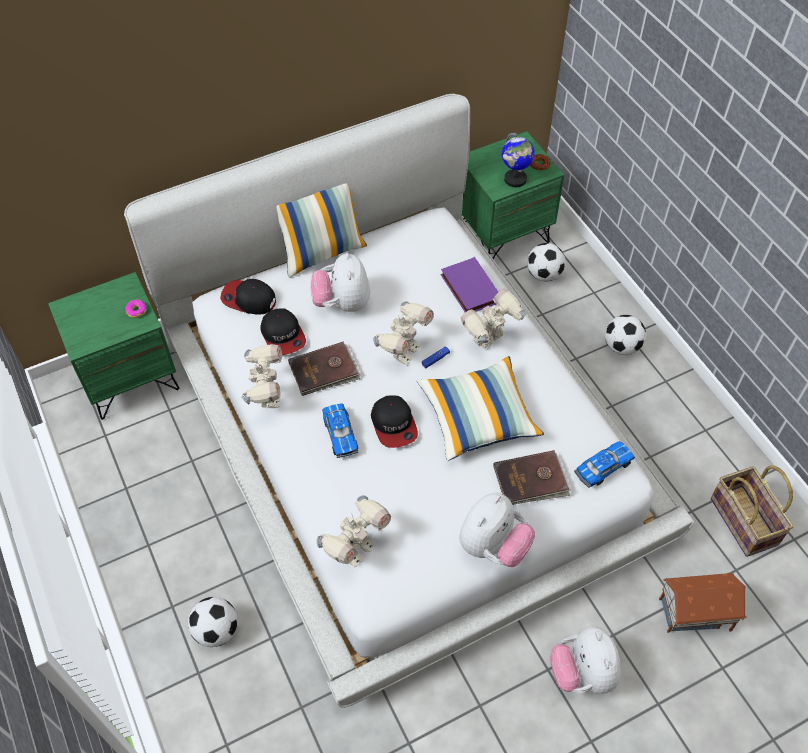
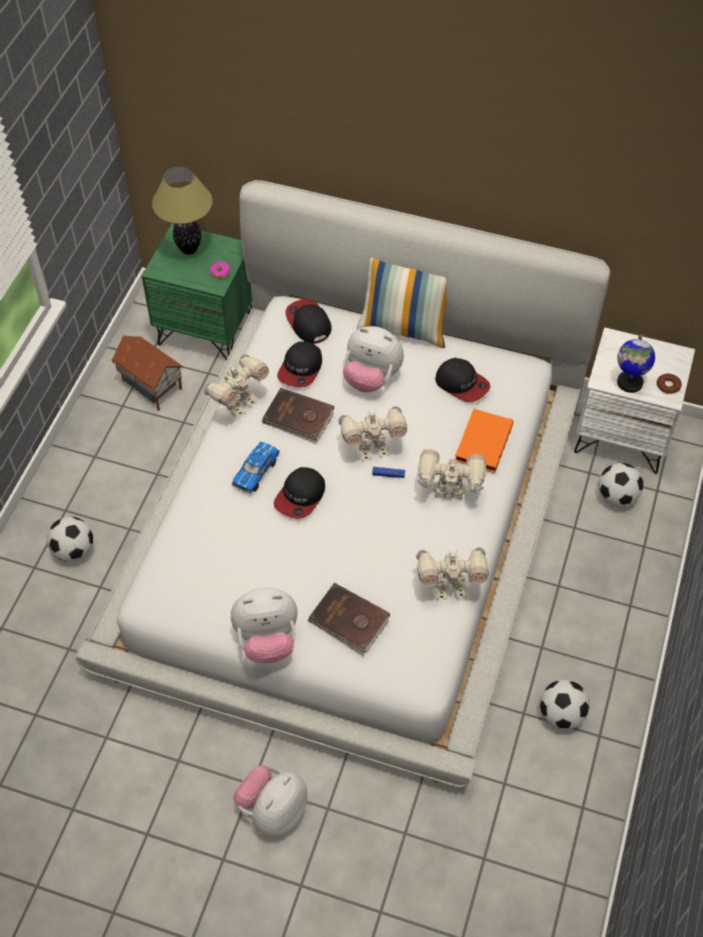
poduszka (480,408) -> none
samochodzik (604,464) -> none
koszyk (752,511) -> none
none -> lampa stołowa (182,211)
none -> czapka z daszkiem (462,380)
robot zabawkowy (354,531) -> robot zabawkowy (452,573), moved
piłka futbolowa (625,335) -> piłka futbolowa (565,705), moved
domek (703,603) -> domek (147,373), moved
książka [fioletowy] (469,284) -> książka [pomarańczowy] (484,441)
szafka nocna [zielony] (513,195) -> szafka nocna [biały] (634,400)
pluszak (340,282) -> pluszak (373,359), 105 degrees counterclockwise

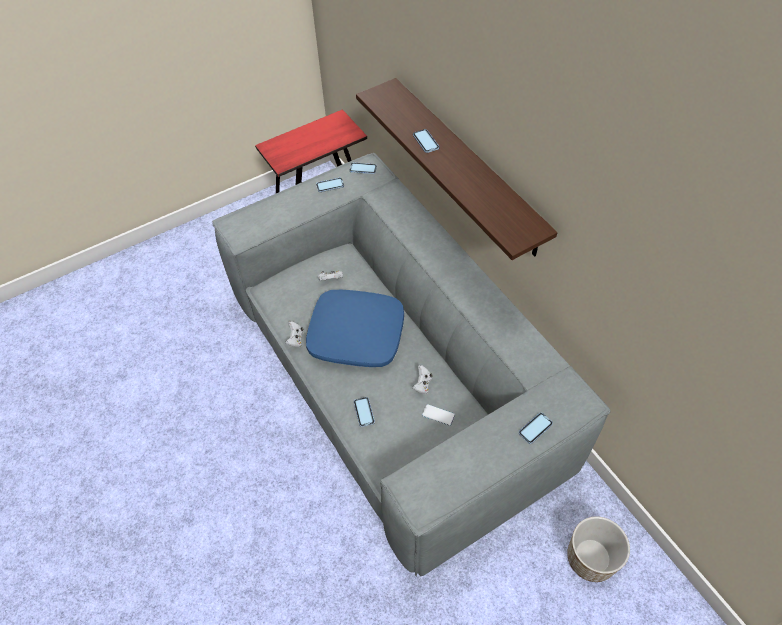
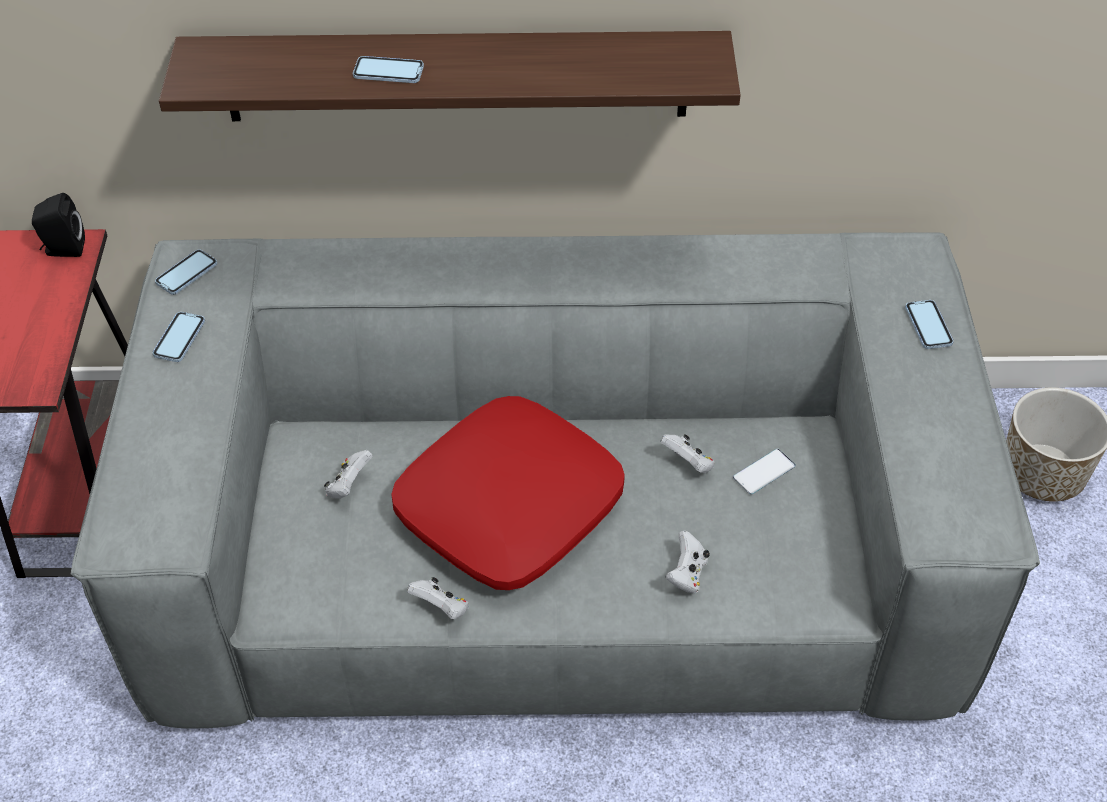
none -> głośnik [czarny] (58,225)
telefon (364,412) -> pad do gier [biały] (687,562)
poduszka [niebieski] (355,328) -> poduszka [czerwony] (508,493)

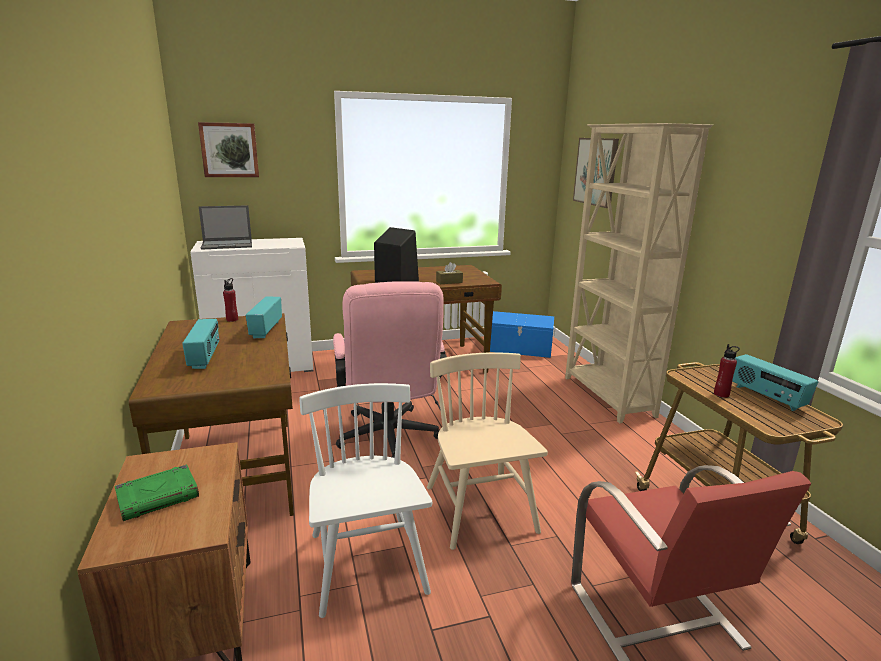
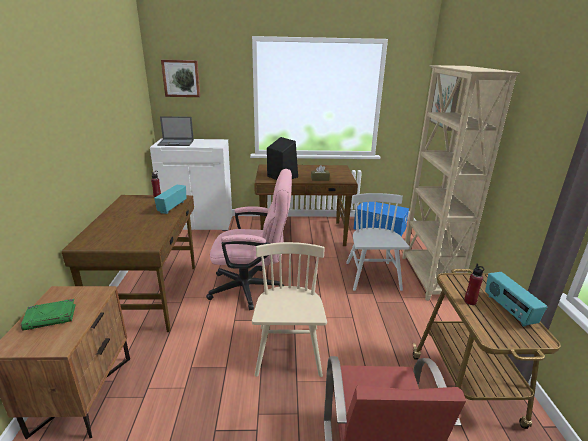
radio (200,344) -> none
krzesło [biały] (365,500) -> krzesło [biały] (378,242), moved
krzesło biurowe [różowy] (390,369) -> krzesło biurowe [różowy] (249,239), 90 degrees counterclockwise

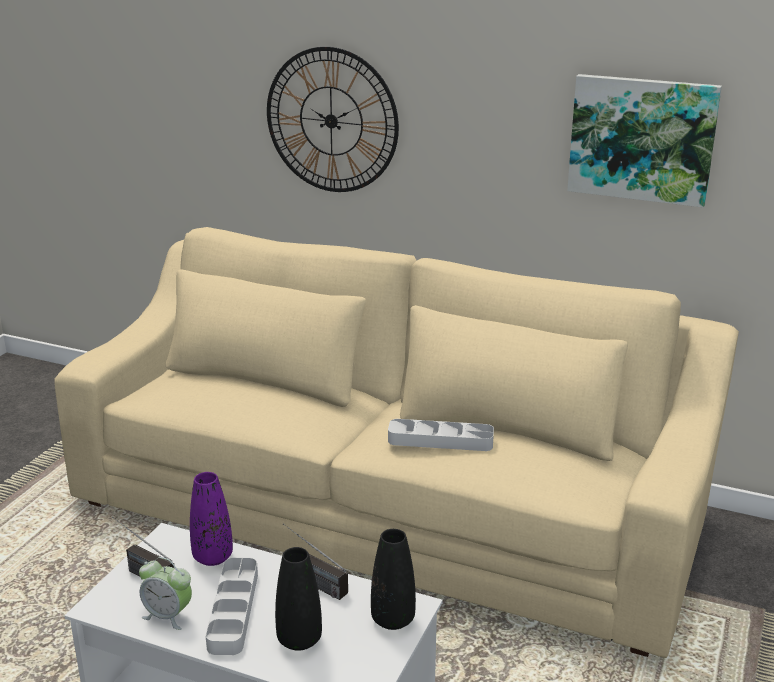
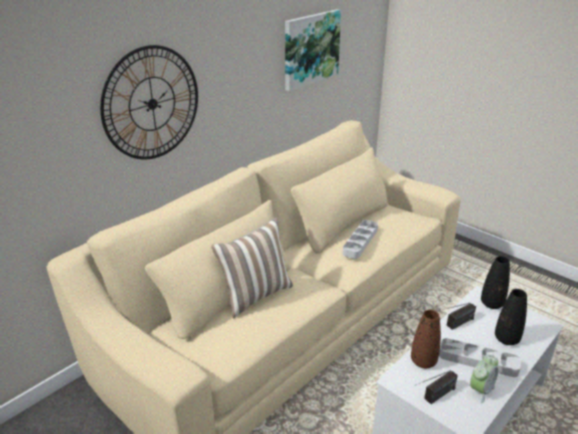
none -> poduszka (252,268)
wazon [fioletowy] (211,519) -> wazon [brązowy] (426,339)

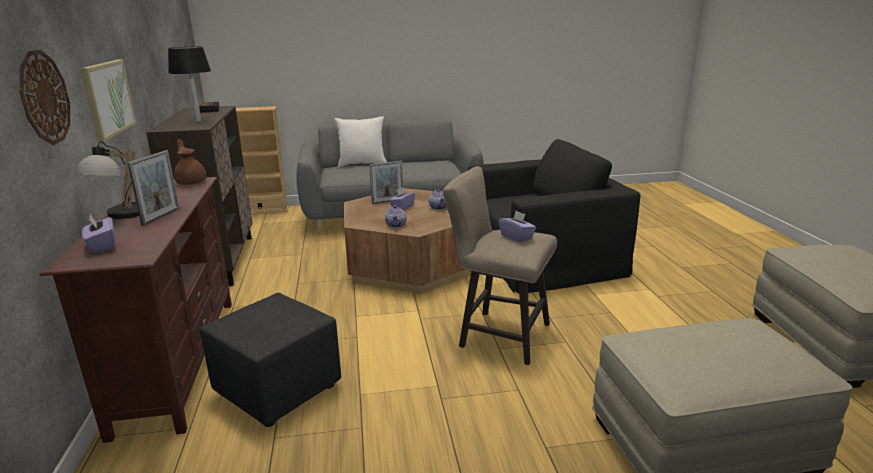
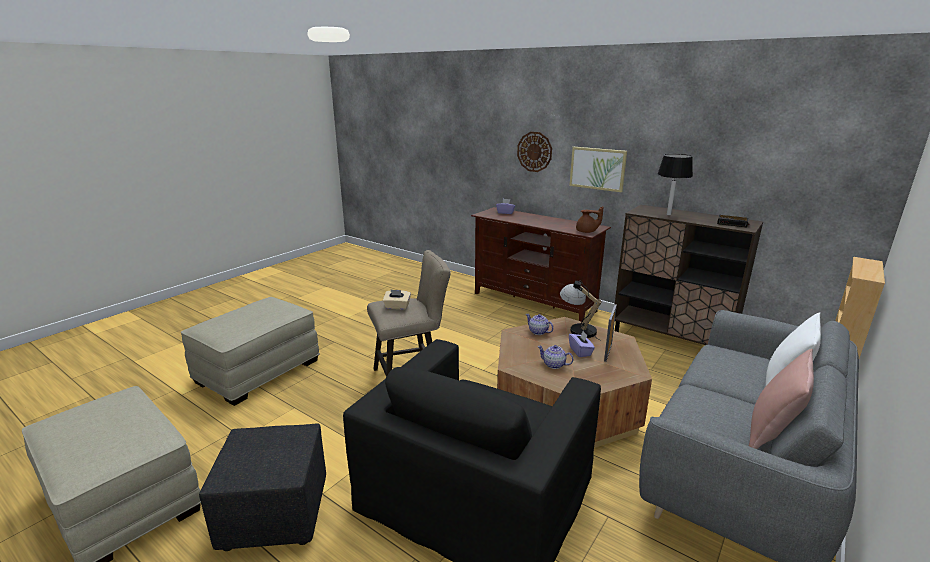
ramka na zdjęcie (153,188) -> none
none -> poduszka [różowy] (781,399)
lampa stołowa (106,180) -> lampa stołowa (581,310), moved
pufa [czarny] (270,360) -> pufa [czarny] (262,487), moved
pudełko chusteczek [fioletowy] (517,226) -> pudełko chusteczek [beżowy] (397,299)

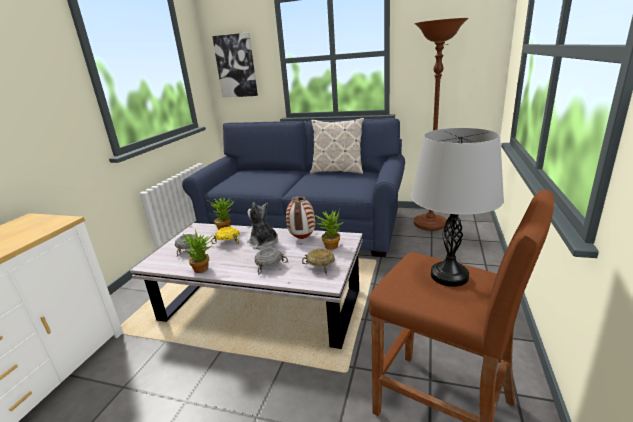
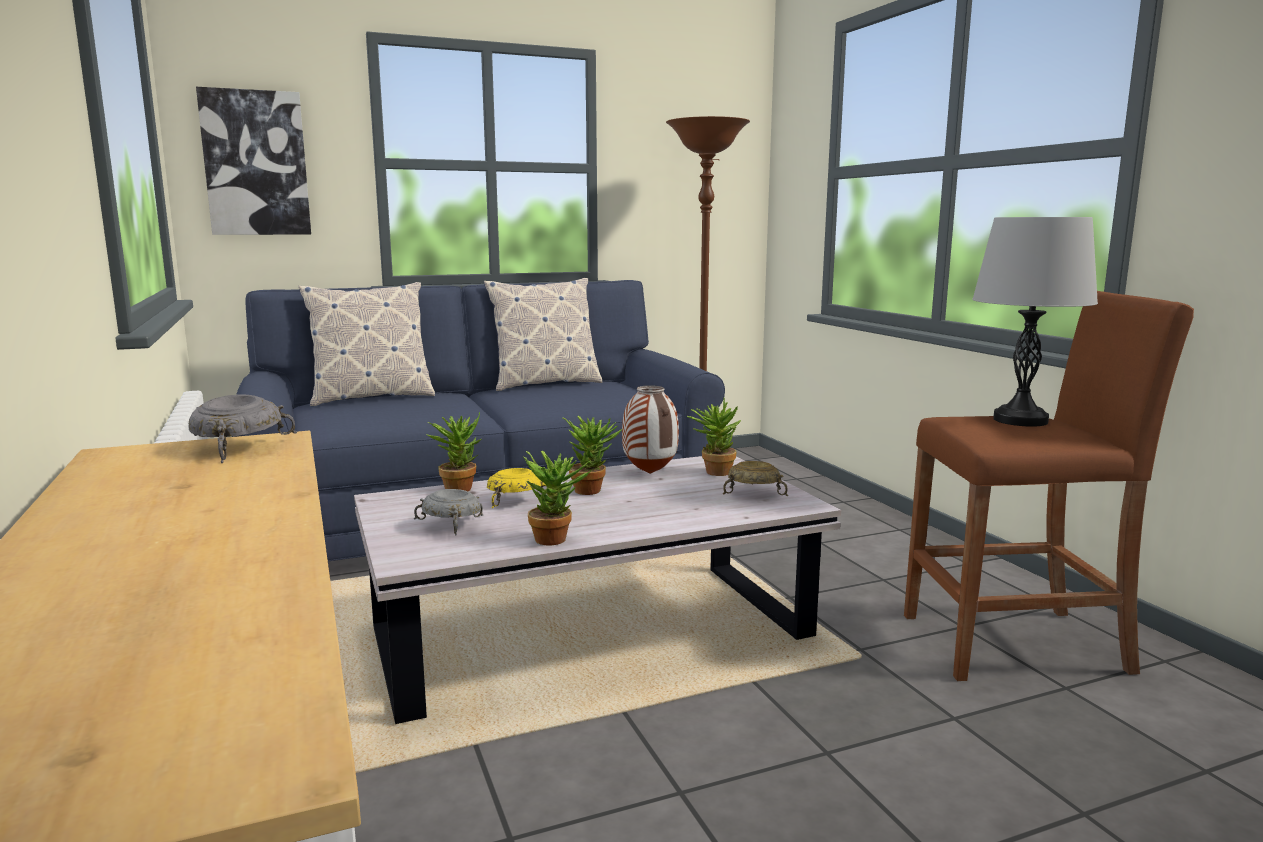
none -> poduszka (366,344)
miska [szary] (271,261) -> miska [szary] (243,429), moved
pluszak (262,225) -> roślina doniczkowa (592,455)

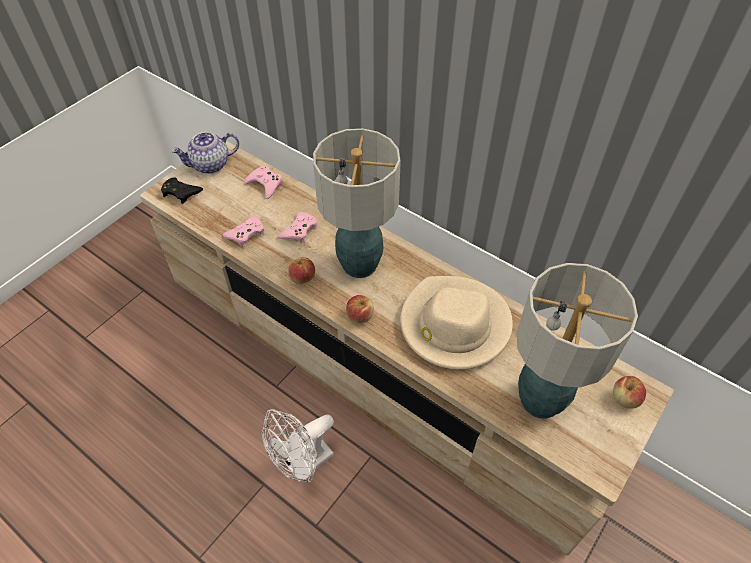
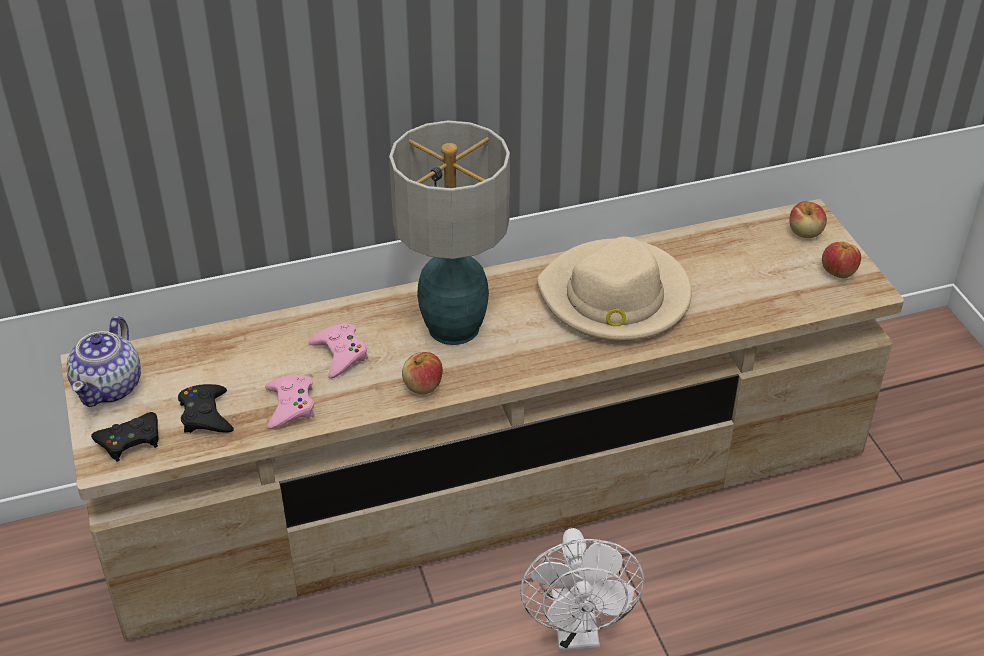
pad do gier [różowy] (263,182) -> none
lampa stołowa (577,341) -> none
none -> pad do gier [czarny] (206,408)
jabłko (360,309) -> jabłko (841,260), moved

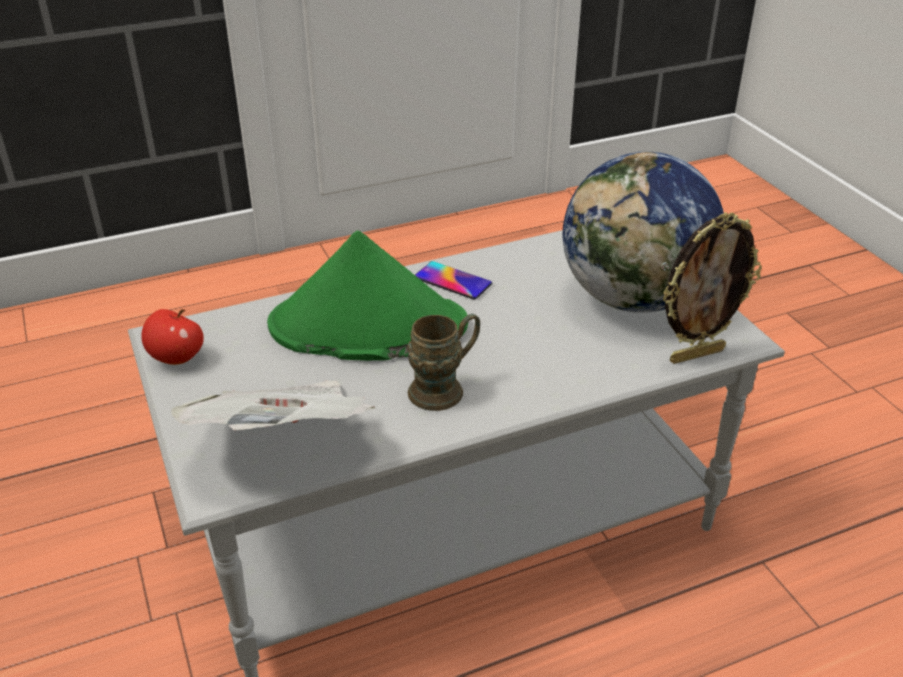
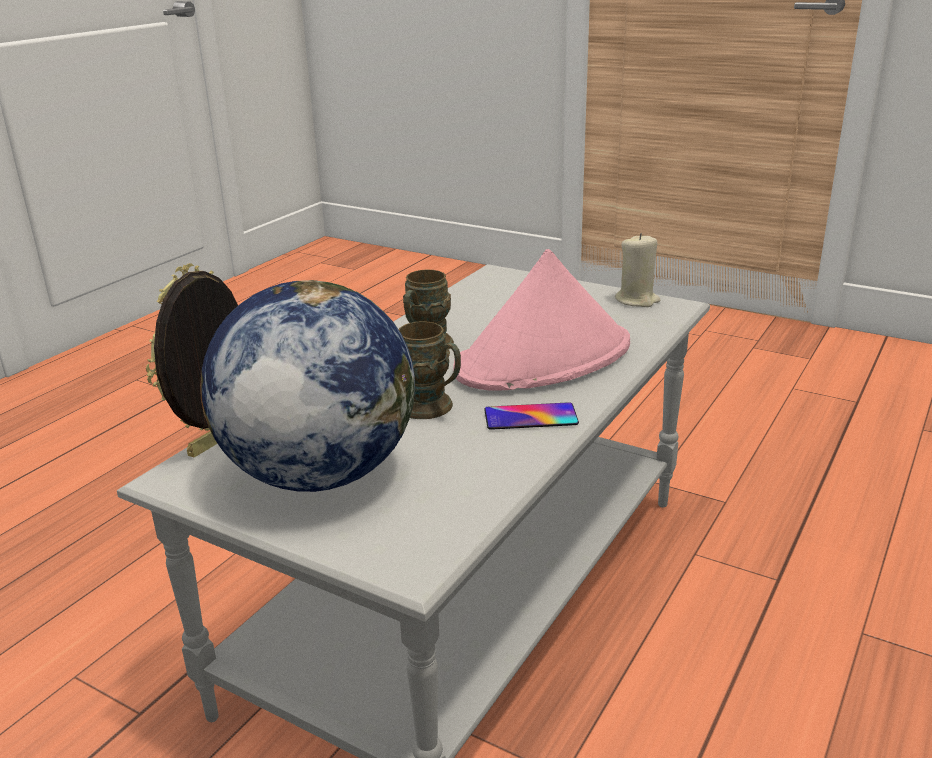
gazeta (273,405) -> none
none -> kubek [brązowy] (429,370)
jabłko (172,337) -> świeca [beżowy] (637,270)
kapelusz [zielony] (367,296) -> kapelusz [różowy] (541,320)

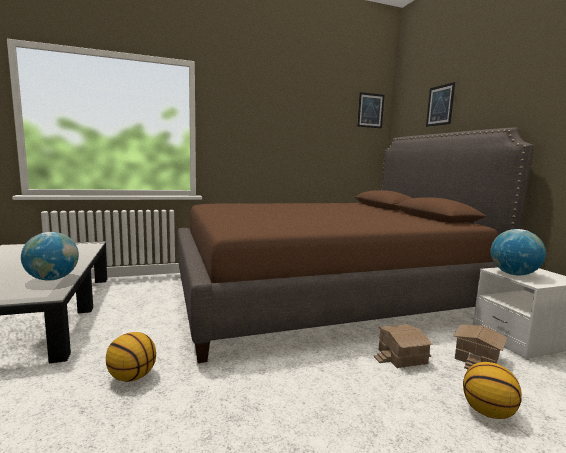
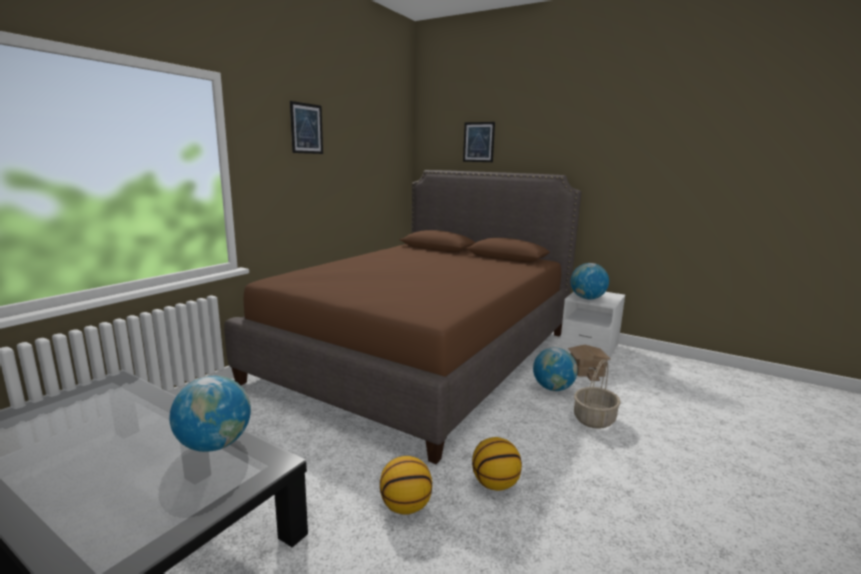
none -> koszyk (597,394)
obraz (370,110) -> obraz (306,127), moved
piłka do koszykówki (492,390) -> piłka do koszykówki (497,464), moved
domek (403,346) -> globus (555,369)

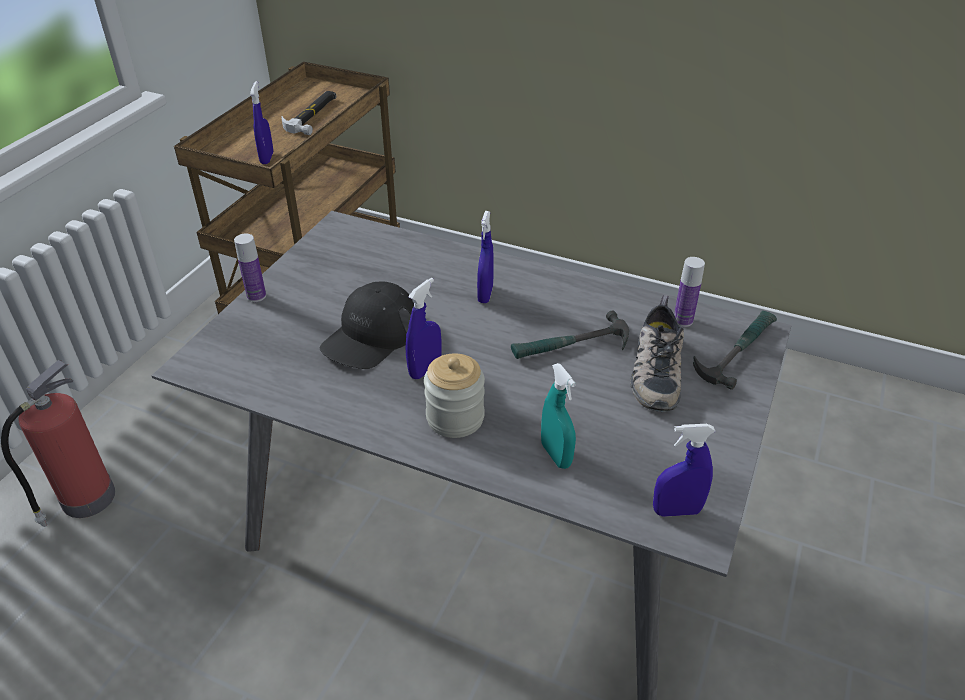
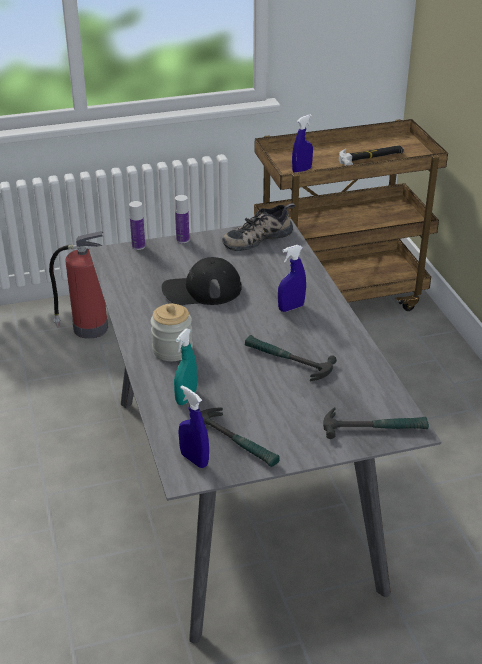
spryskiwacz [niebieski] (424,328) -> none
none -> młotek (240,437)
but (657,353) -> but (258,227), moved
butelka (689,292) -> butelka (137,225), moved

